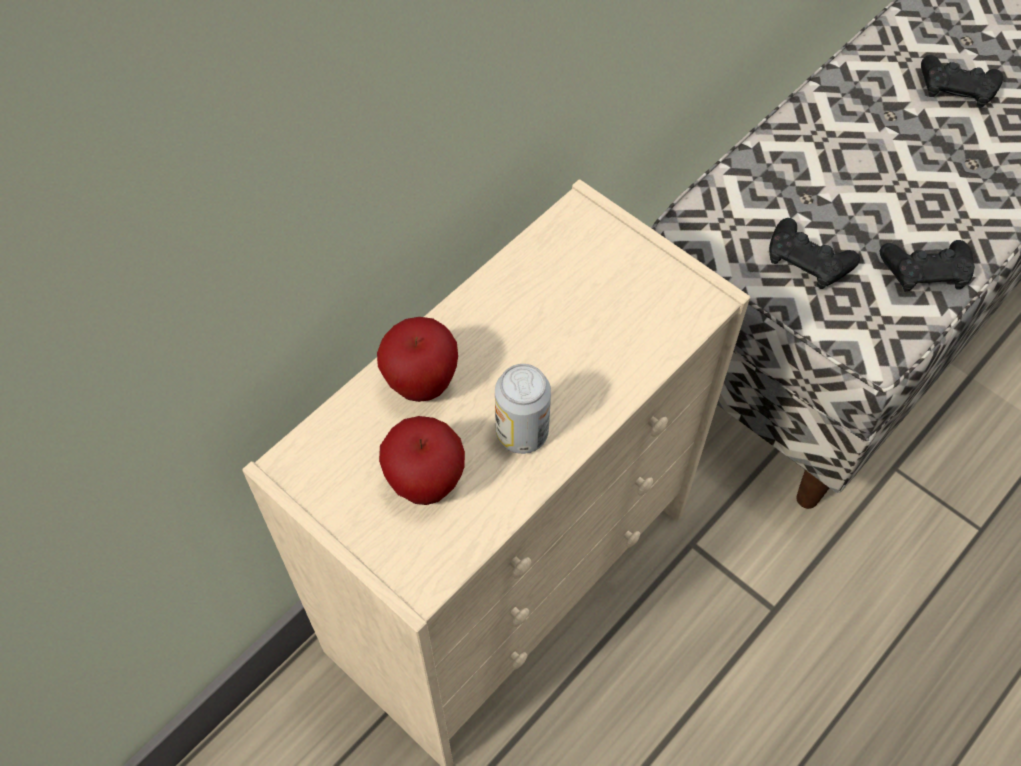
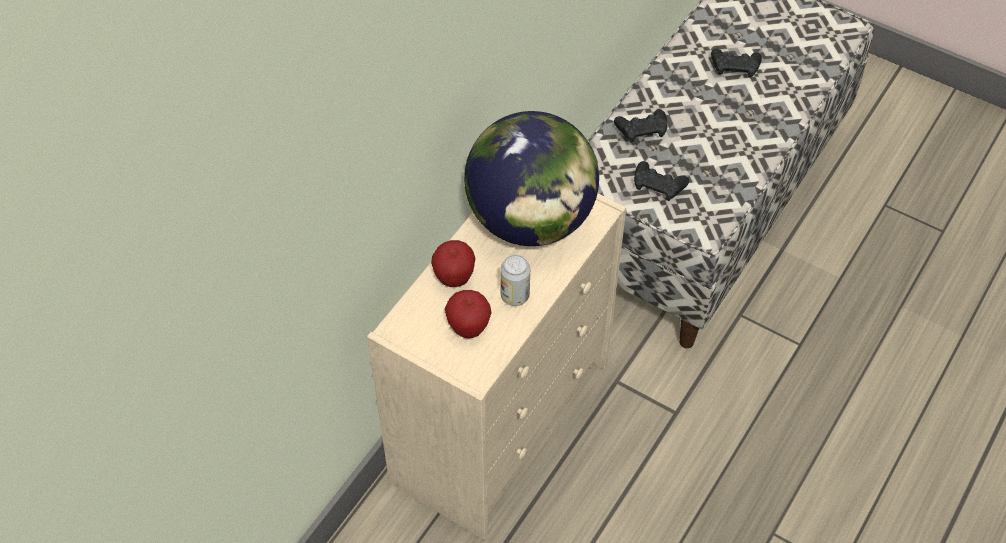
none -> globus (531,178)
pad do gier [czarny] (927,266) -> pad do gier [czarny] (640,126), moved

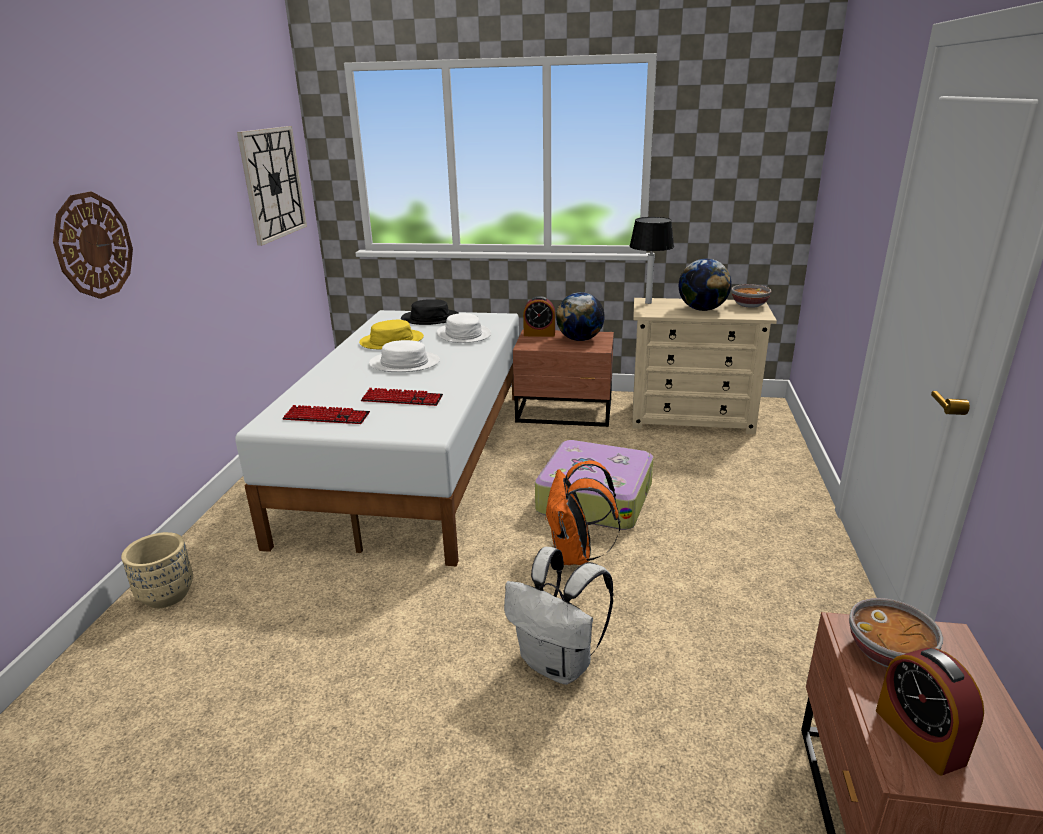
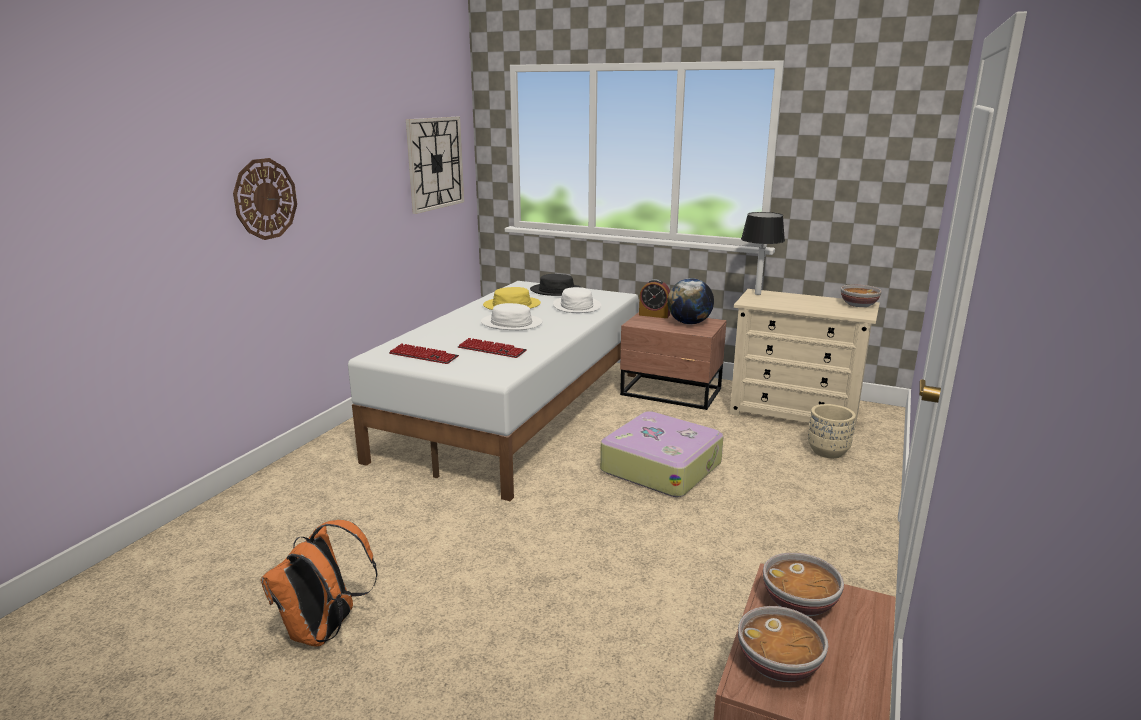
plecak [biały] (559,616) -> none
globus (705,285) -> none
donica [beżowy] (157,570) -> donica [beżowy] (832,431), moved
plecak [pomarańczowy] (583,512) -> plecak [pomarańczowy] (319,583), moved
budzik (930,711) -> miska (783,644)

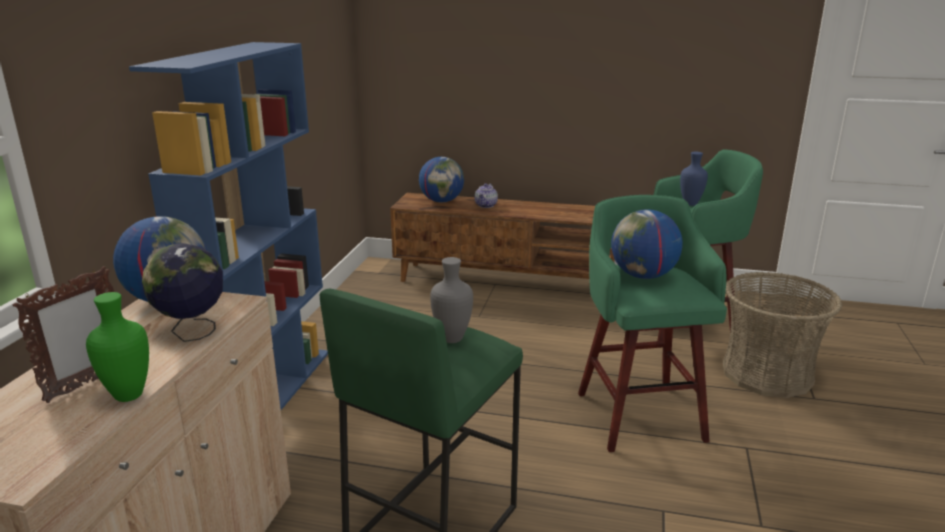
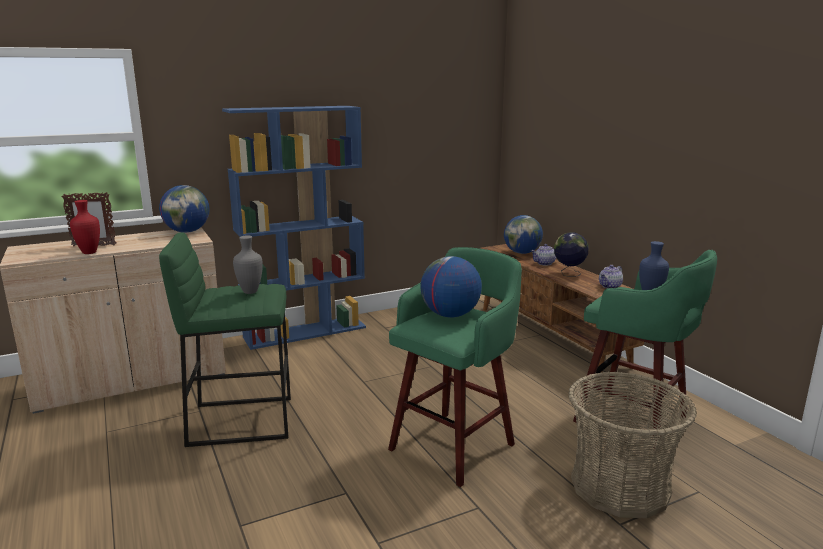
none -> imbryk (611,276)
globus (182,292) -> globus (571,254), moved
wazon [zielony] (117,347) -> wazon [czerwony] (85,227)

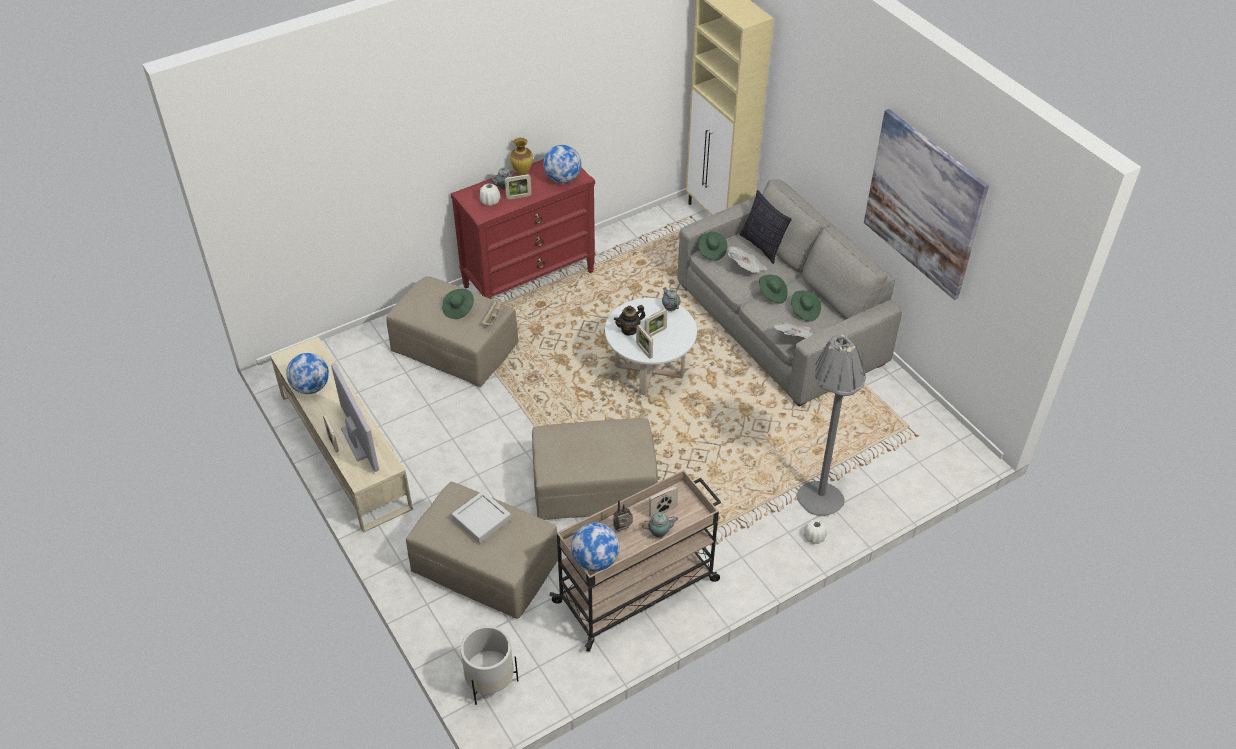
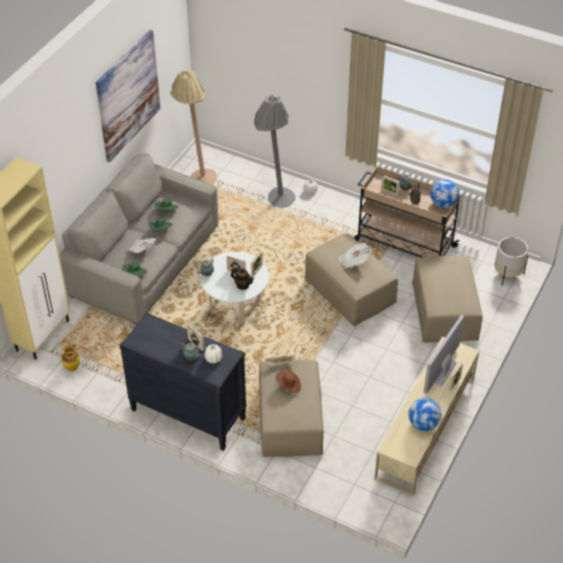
taca [szary] (481,517) -> none
globus (562,164) -> none
poduszka (766,227) -> none
none -> lampa stojąca [beżowy] (193,127)
wazon (521,156) -> wazon (70,358), moved
gazeta (794,330) -> gazeta (355,256), moved
kapelusz [zielony] (458,304) -> kapelusz [brązowy] (288,381)
komoda [czerwony] (523,229) -> komoda [czarny] (183,381)

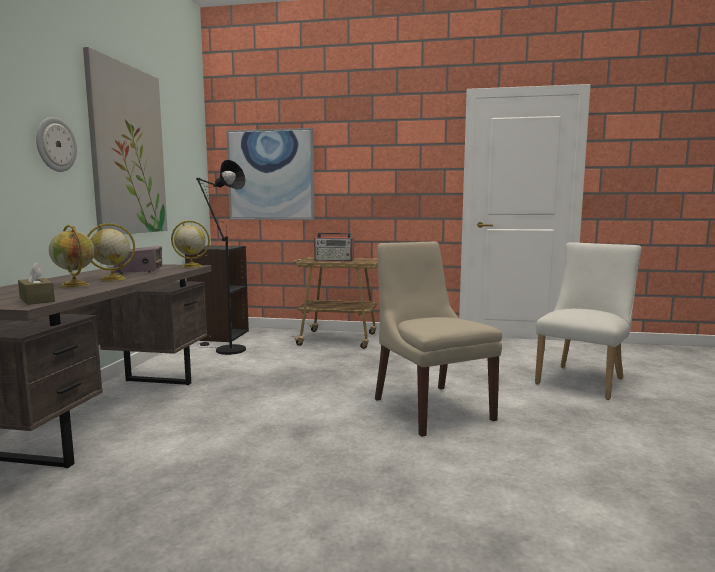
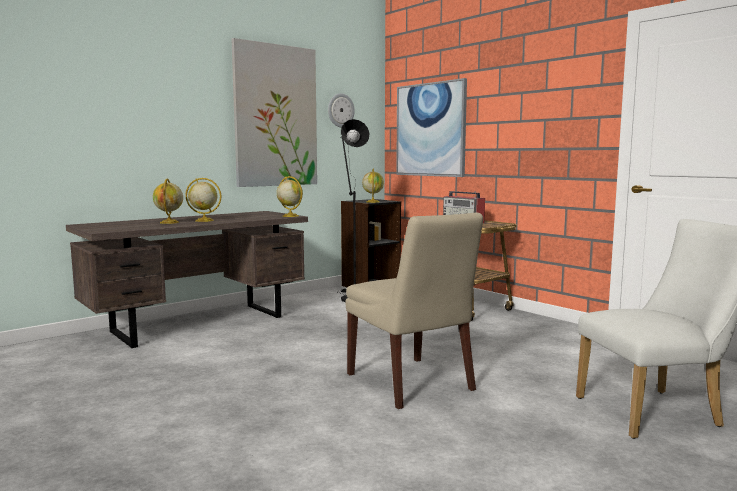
pudełko chusteczek [brązowy] (36,283) -> none
radio (138,260) -> none
none -> globus (373,185)
zegar ścienny (56,144) -> zegar ścienny (341,110), moved
krzesło [beżowy] (438,339) -> krzesło [beżowy] (414,311), 135 degrees clockwise

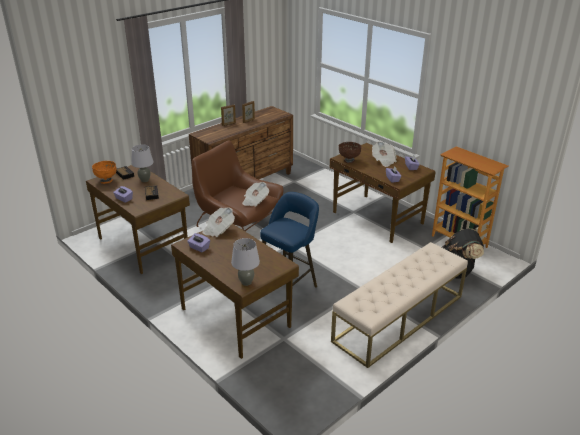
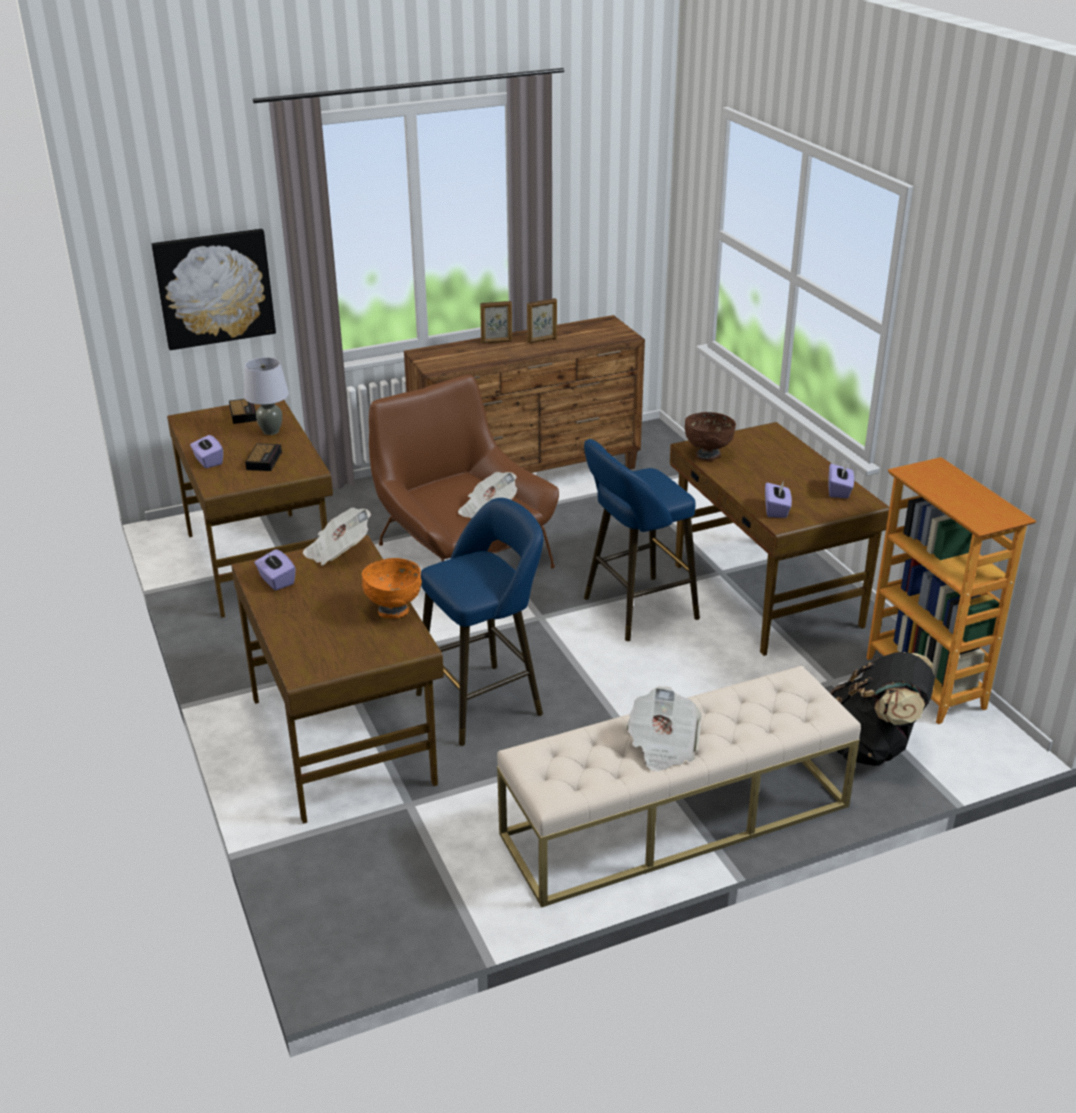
lampa stołowa [szary] (245,262) -> none
none -> obraz (213,289)
none -> stołek [niebieski] (642,540)
miska [pomarańczowy] (104,172) -> miska [pomarańczowy] (392,588), moved
gazeta (384,154) -> gazeta (664,729), moved

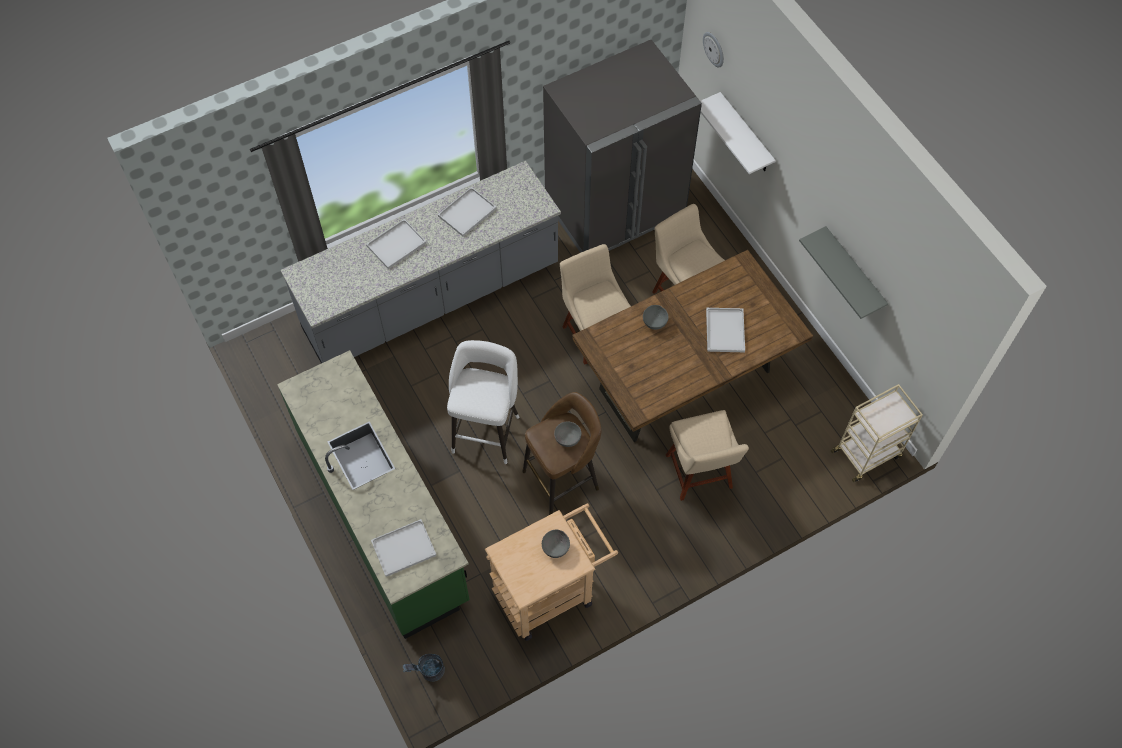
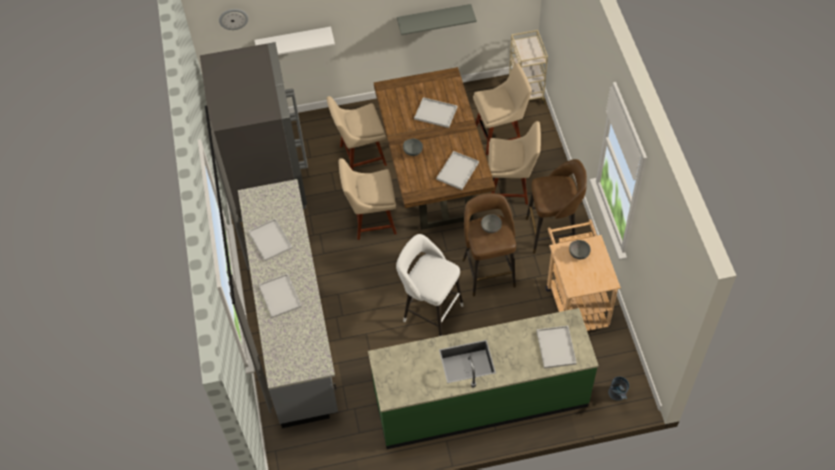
none -> taca [biały] (457,170)
none -> krzesło [beżowy] (502,109)
none -> stołek [brązowy] (556,206)

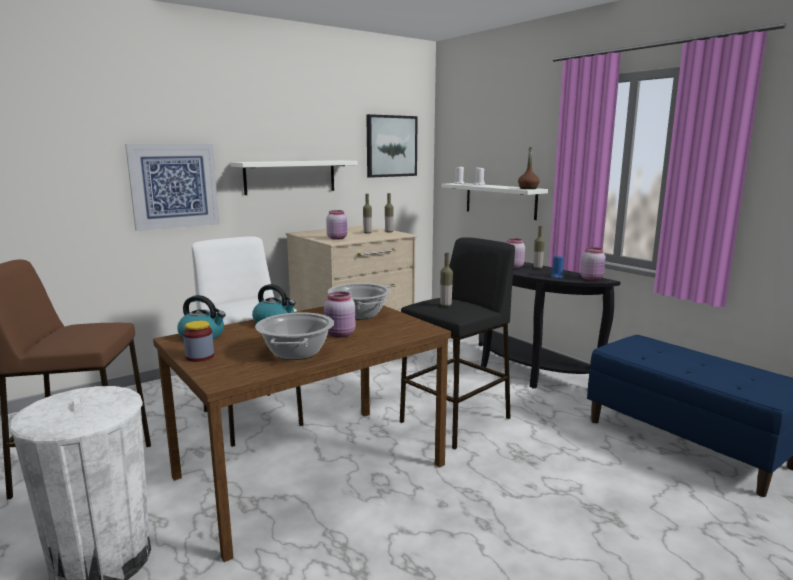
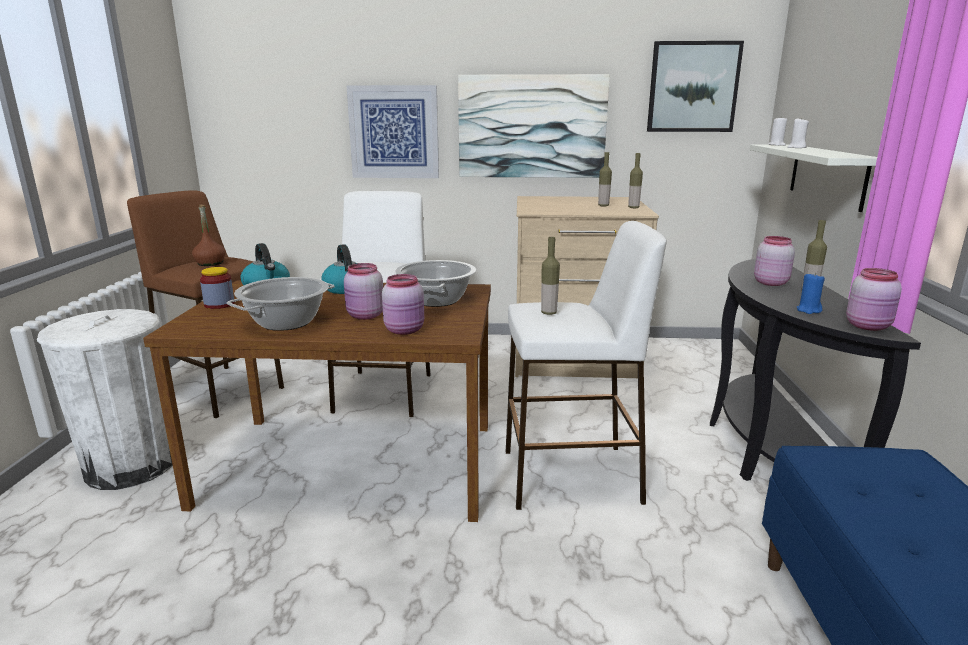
słoik [różowy] (336,225) -> słoik [różowy] (403,304), moved
butelka [brązowy] (529,168) -> butelka [brązowy] (208,235), moved
półka [biały] (294,177) -> obraz (534,126)
stołek [czarny] (457,343) -> stołek [biały] (586,365)

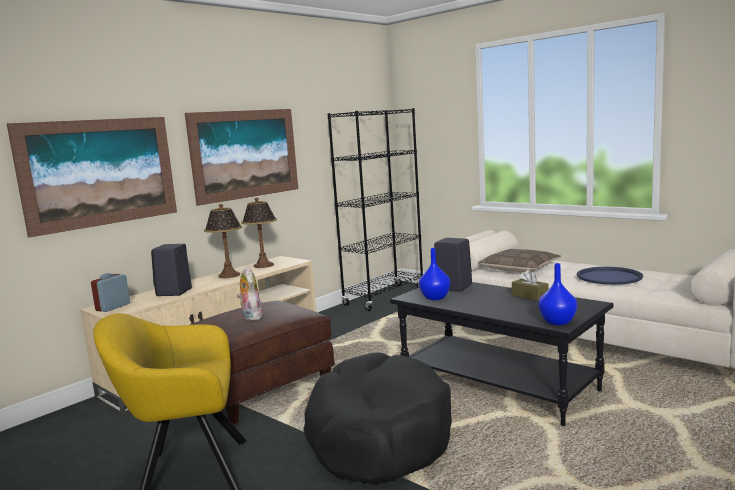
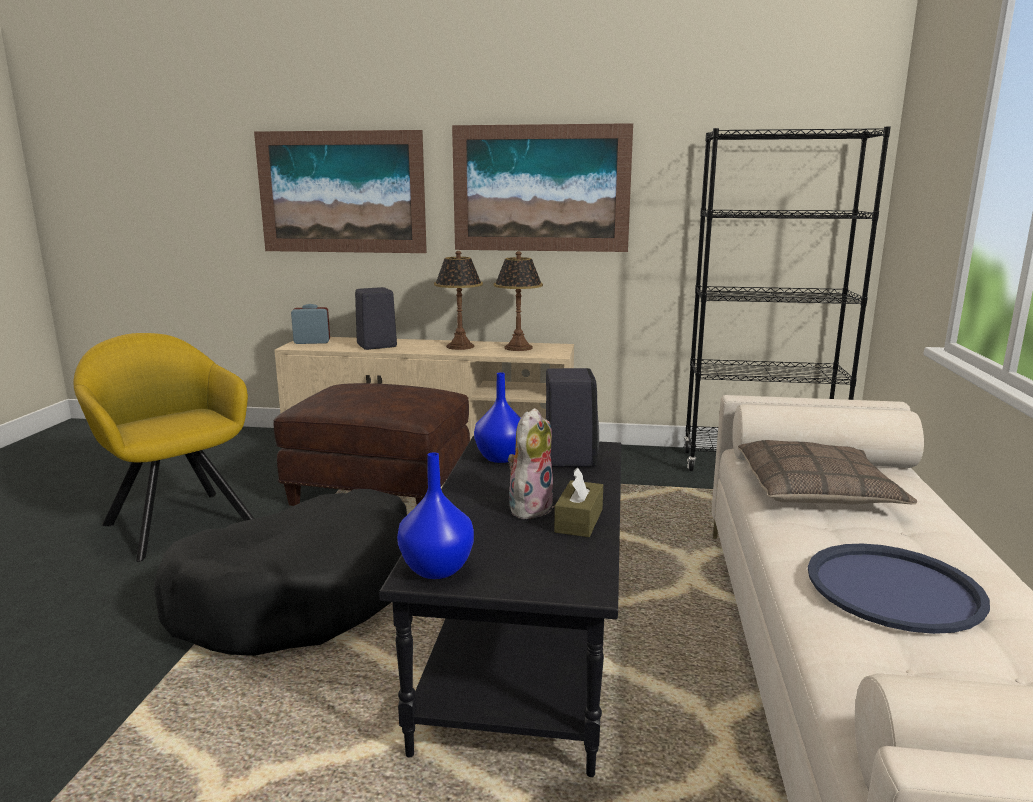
pluszak (250,294) -> pluszak (531,463), moved

